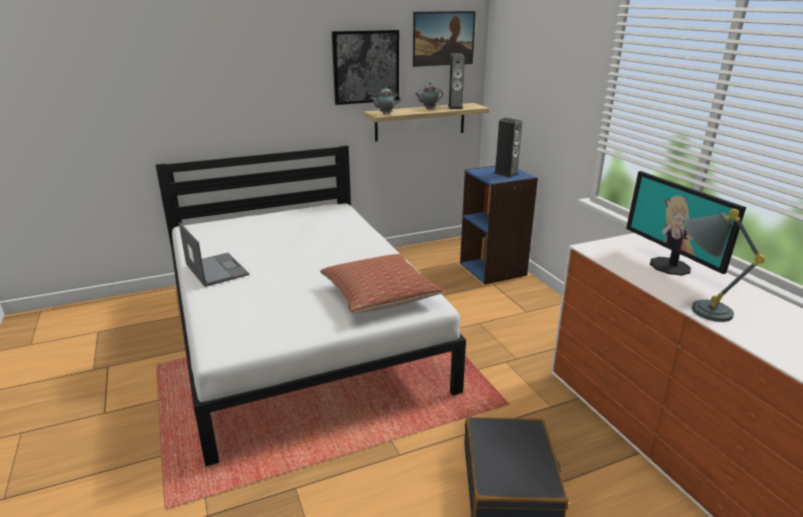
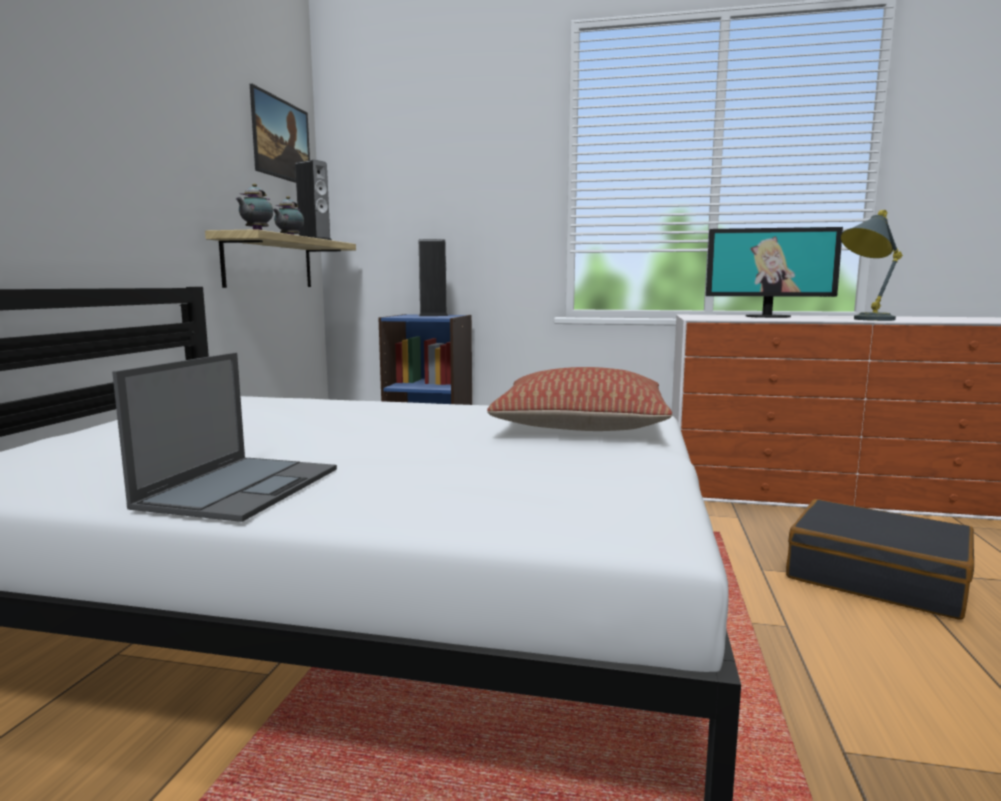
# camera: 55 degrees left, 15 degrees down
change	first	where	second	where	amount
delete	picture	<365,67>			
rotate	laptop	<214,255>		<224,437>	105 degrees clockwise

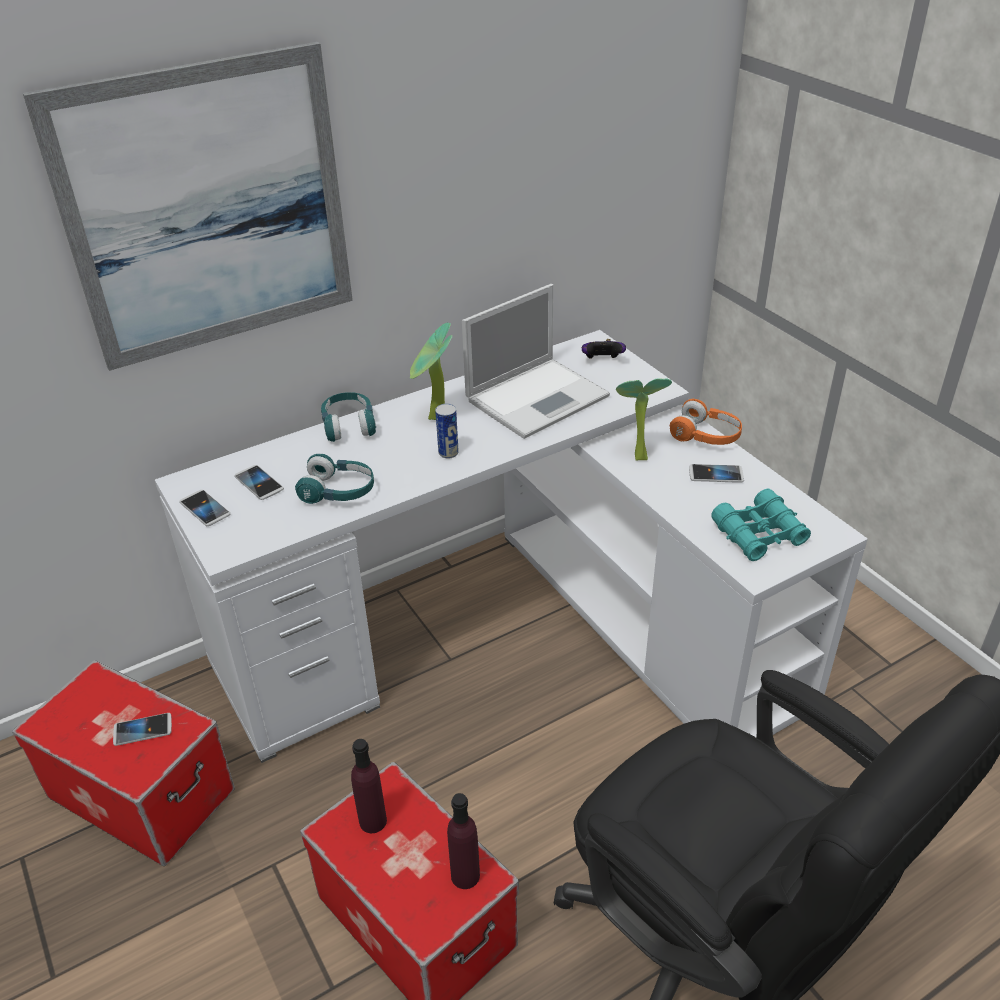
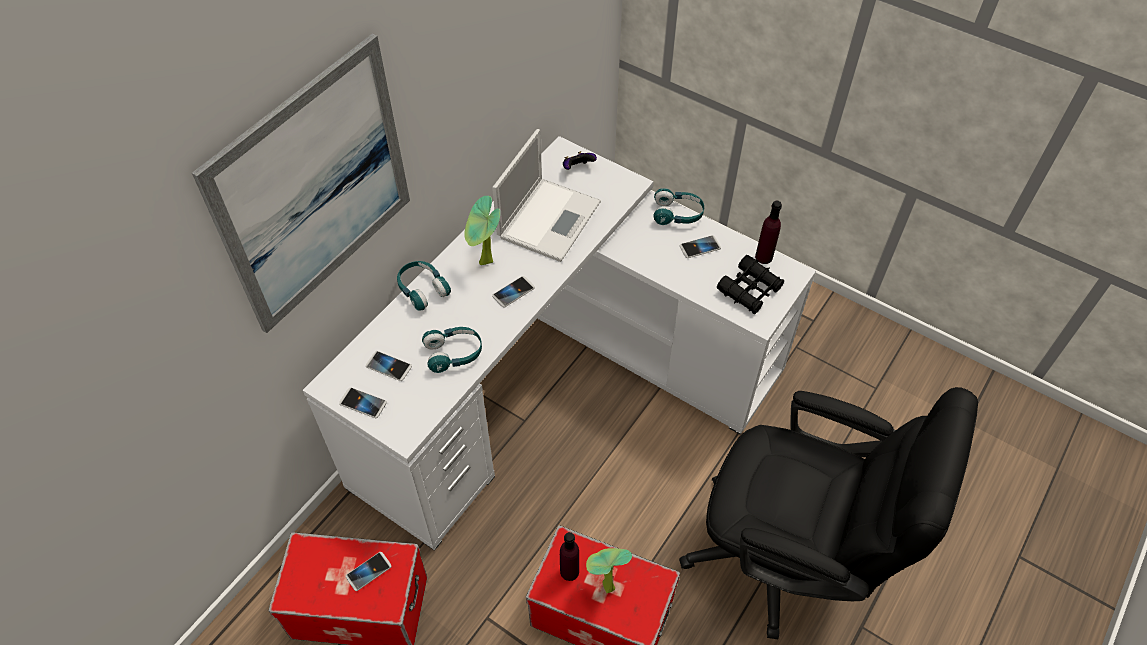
# camera: 25 degrees left, 15 degrees up
change	first	where	second	where	amount
move	potted plant	<644,419>		<609,570>	
recolor	orange headphones	<706,422>	turquoise headphones	<678,206>	
replace	can	<447,431>	phone	<513,292>	
recolor	turquoise binoculars	<761,525>	black binoculars	<750,284>	
move	purple bottle	<463,841>		<768,232>	

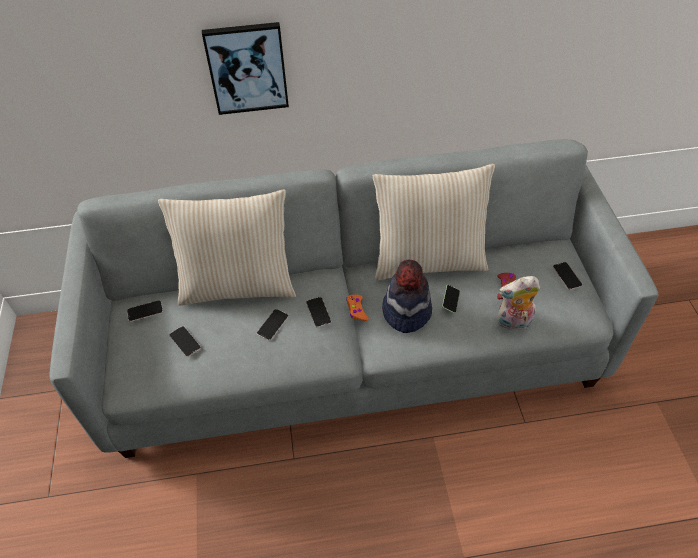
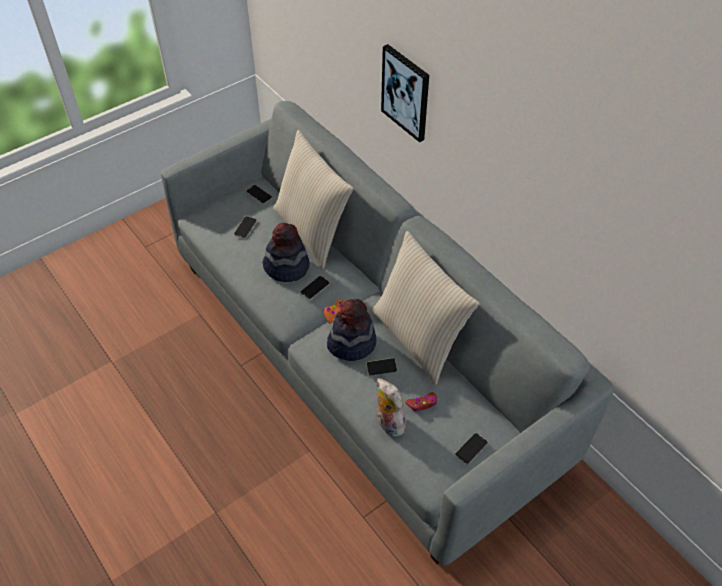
# camera: 60 degrees right, 0 degrees up
change	first	where	second	where	amount
replace	phone	<272,324>	hat	<285,252>	

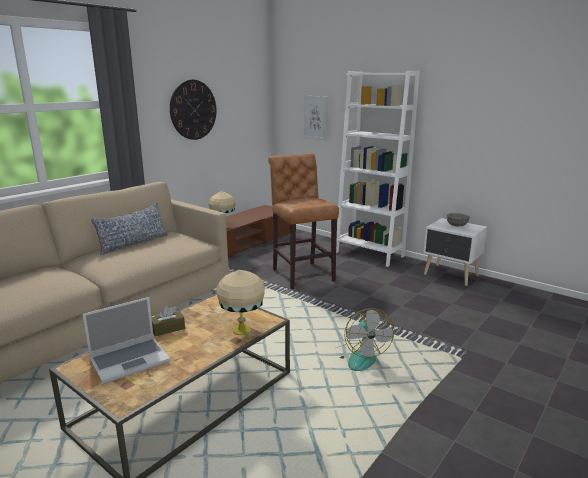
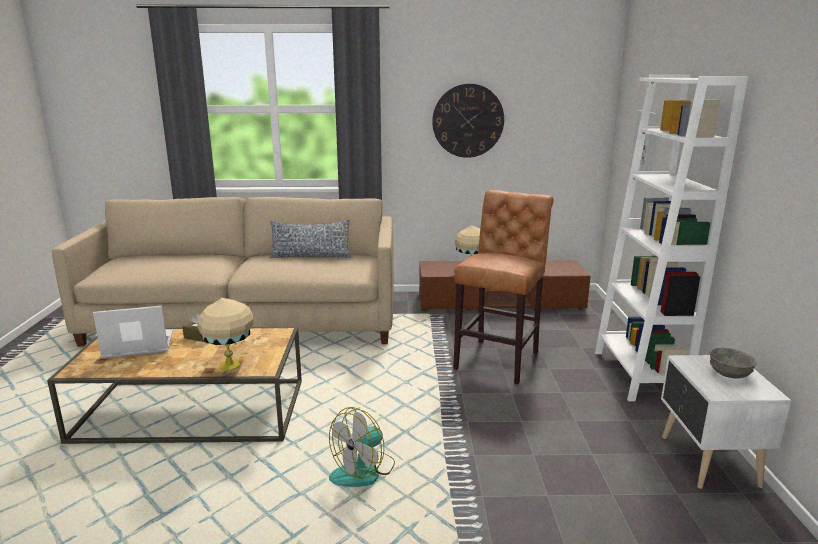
# camera: 50 degrees right, 0 degrees up
change	first	where	second	where	amount
rotate	laptop	<126,340>		<133,332>	150 degrees clockwise

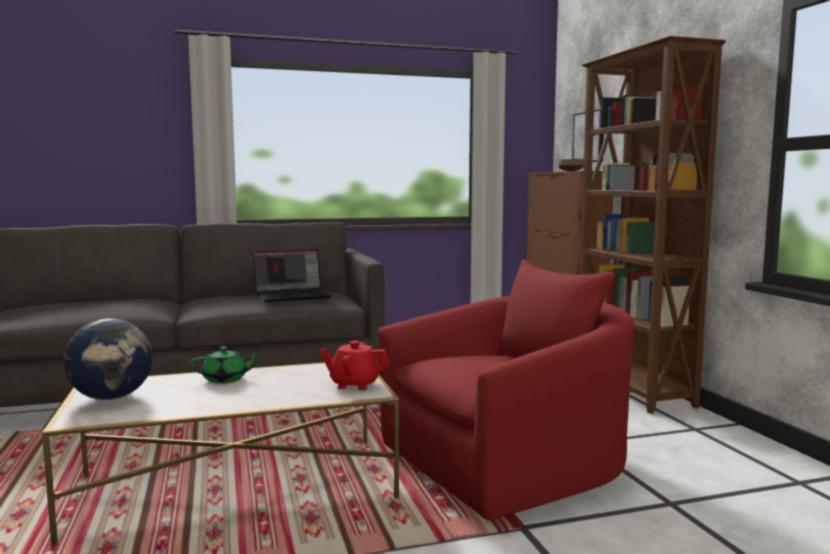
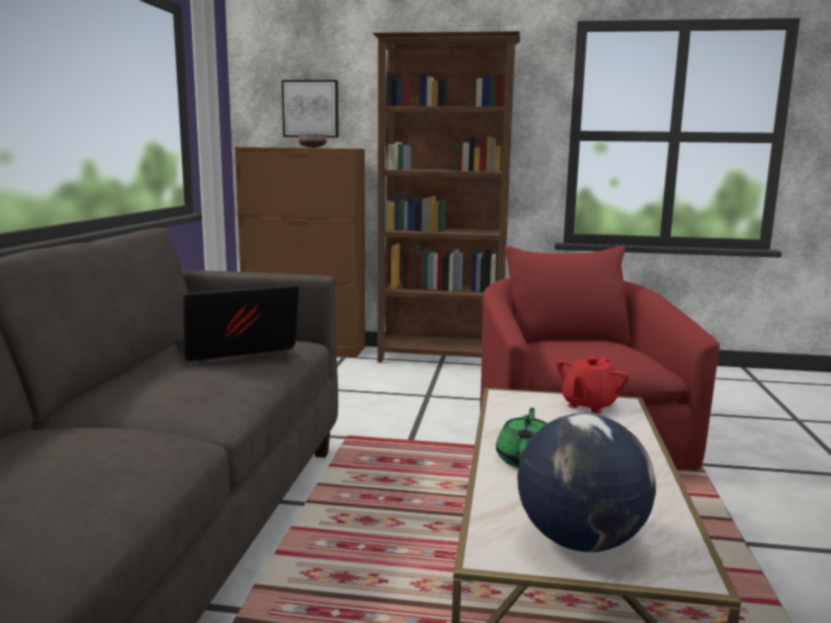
# camera: 65 degrees left, 5 degrees up
change	first	where	second	where	amount
rotate	laptop	<292,275>		<236,323>	120 degrees counterclockwise

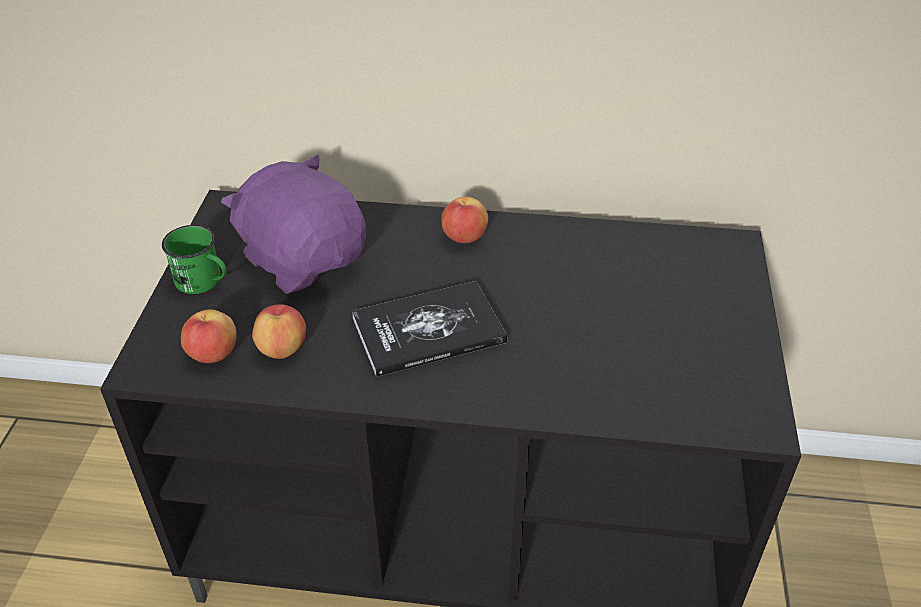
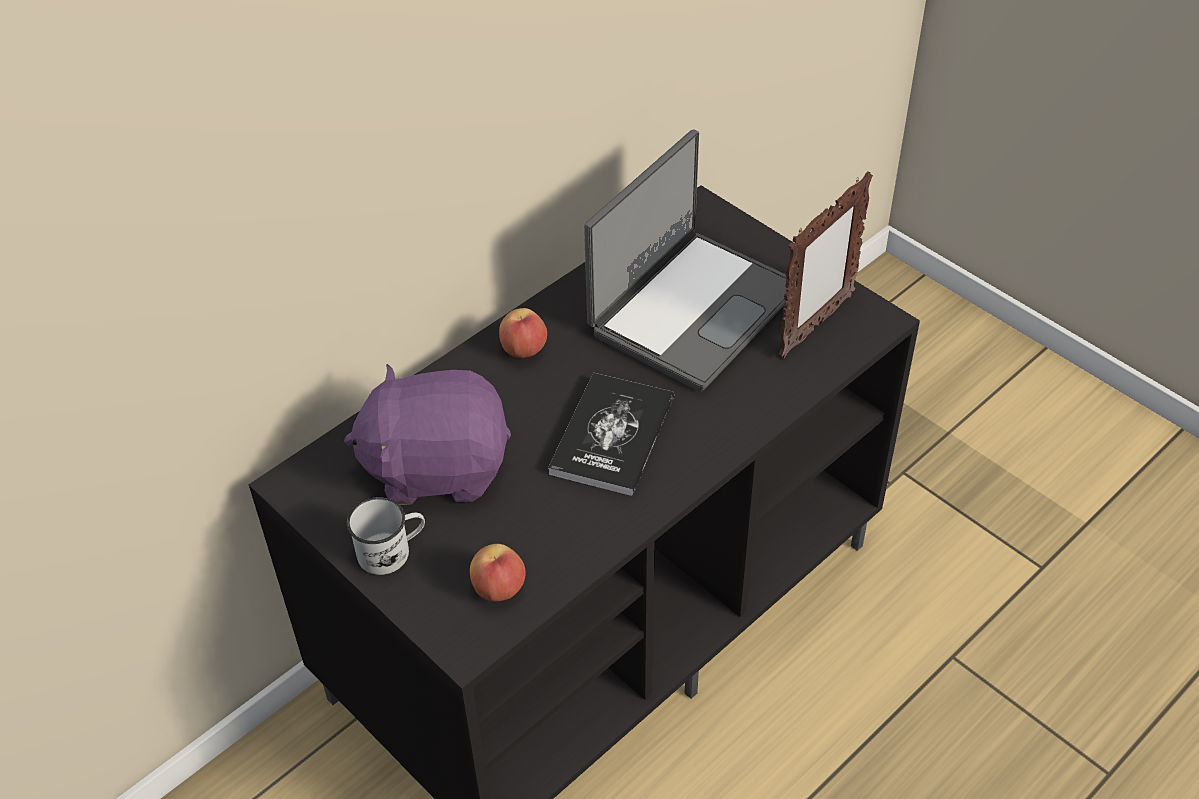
# camera: 50 degrees left, 5 degrees up
change	first	where	second	where	amount
recolor	green mug	<194,259>	white mug	<386,536>	
delete	apple	<279,331>			
insert			laptop	<685,261>	
insert			picture frame	<826,264>	

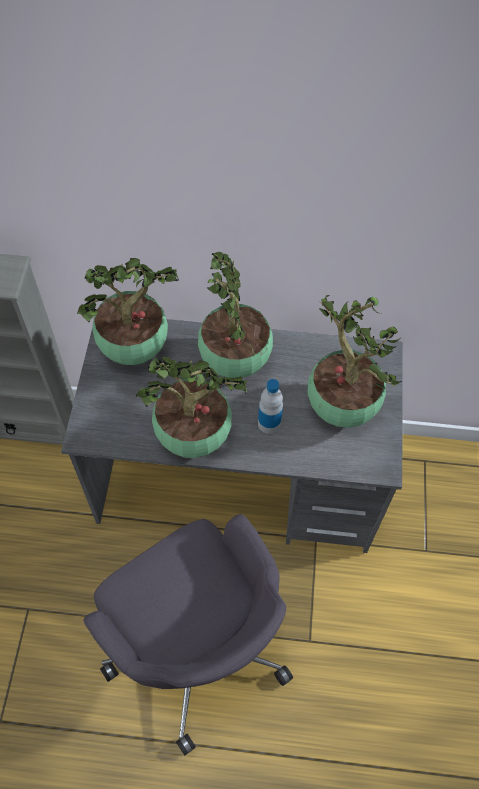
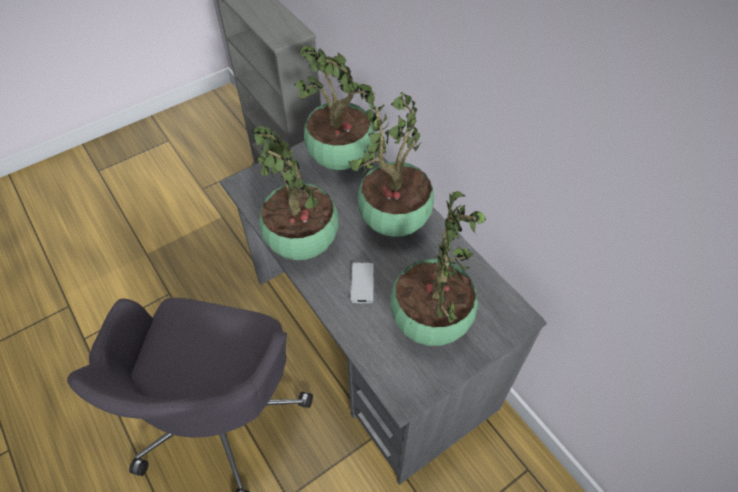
# camera: 50 degrees right, 5 degrees down
change	first	where	second	where	amount
replace	bottle	<270,406>	phone	<362,282>	

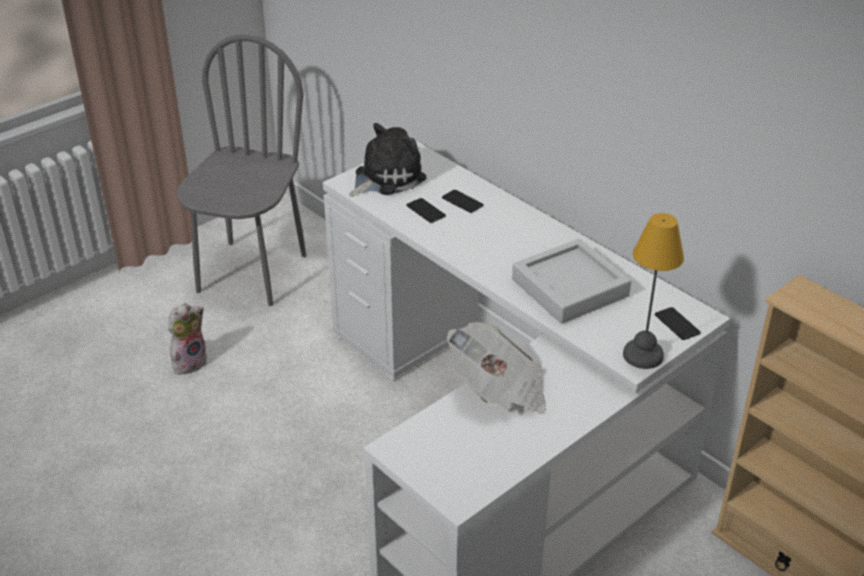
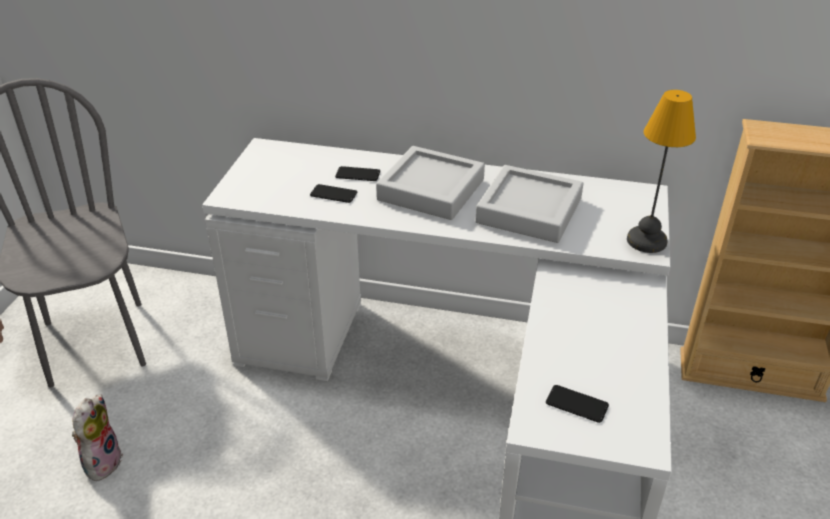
# camera: 35 degrees left, 0 degrees up
change	first	where	second	where	amount
delete	plush toy	<388,160>			
move	phone	<678,323>		<577,404>	
delete	newspaper	<497,367>			
insert			grey tray	<430,183>	

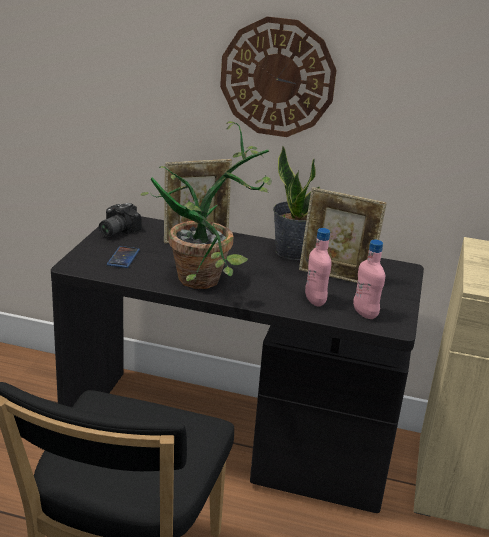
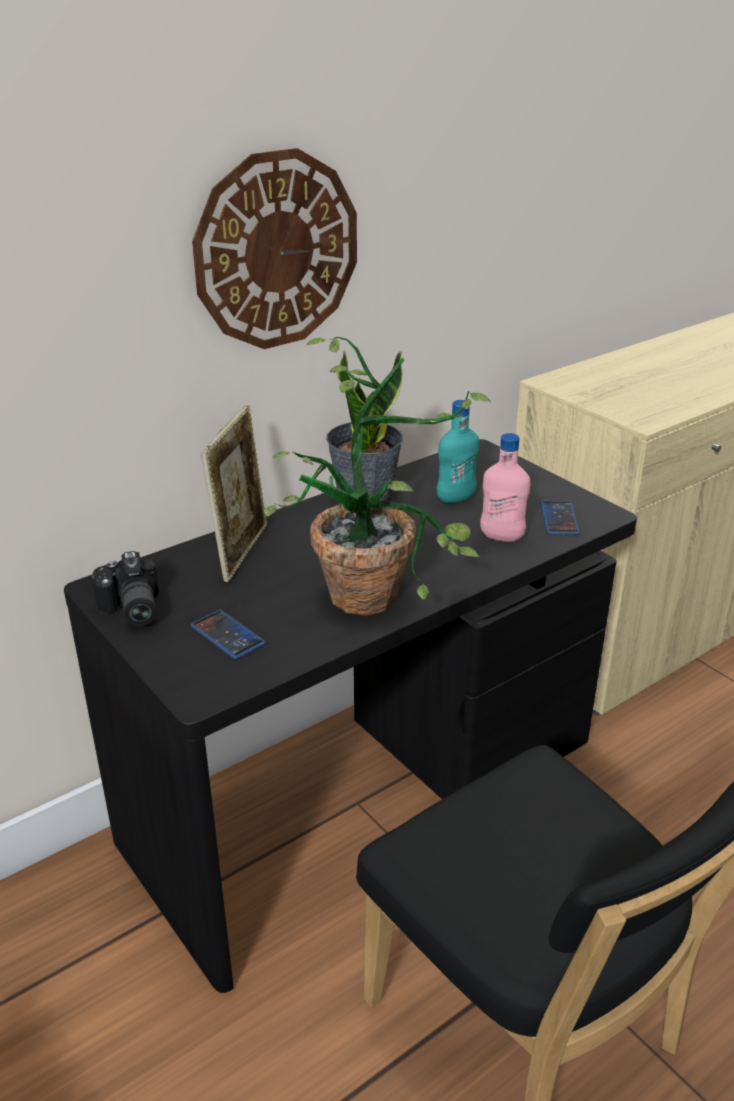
# camera: 50 degrees left, 5 degrees up
change	first	where	second	where	amount
replace	picture frame	<343,235>	turquoise bottle	<458,451>	
replace	pink bottle	<369,279>	phone	<560,518>	

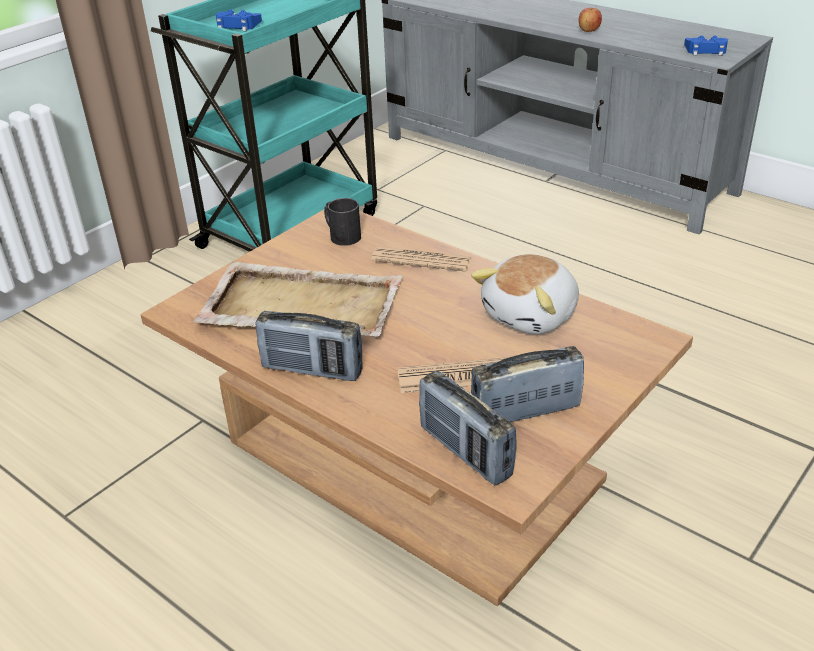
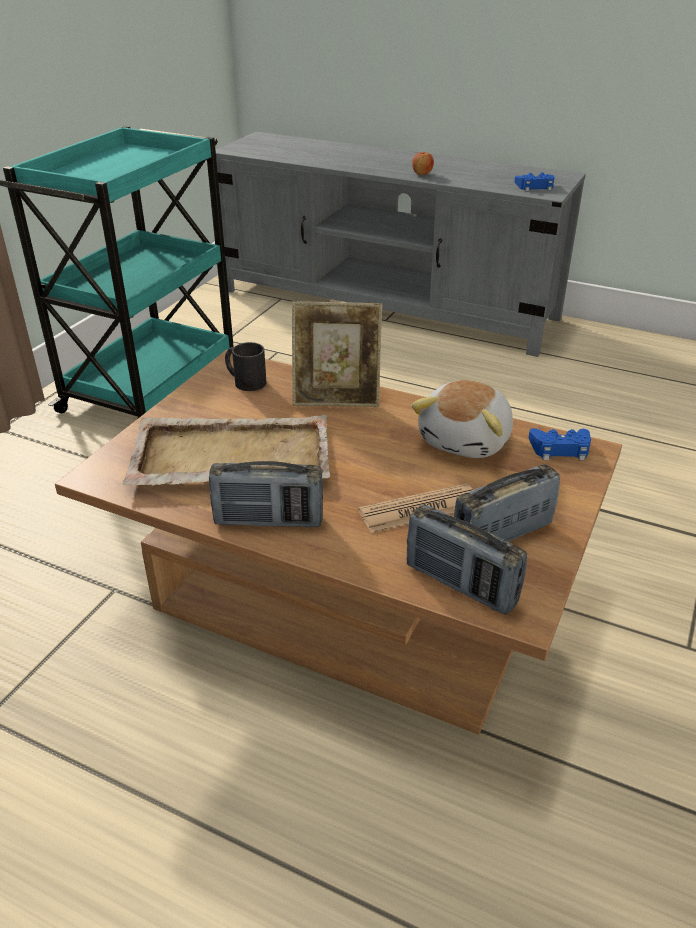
# camera: 15 degrees left, 0 degrees up
change	first	where	second	where	amount
move	blue game controller	<239,20>		<559,444>	
replace	newspaper	<421,259>	picture frame	<337,354>	

